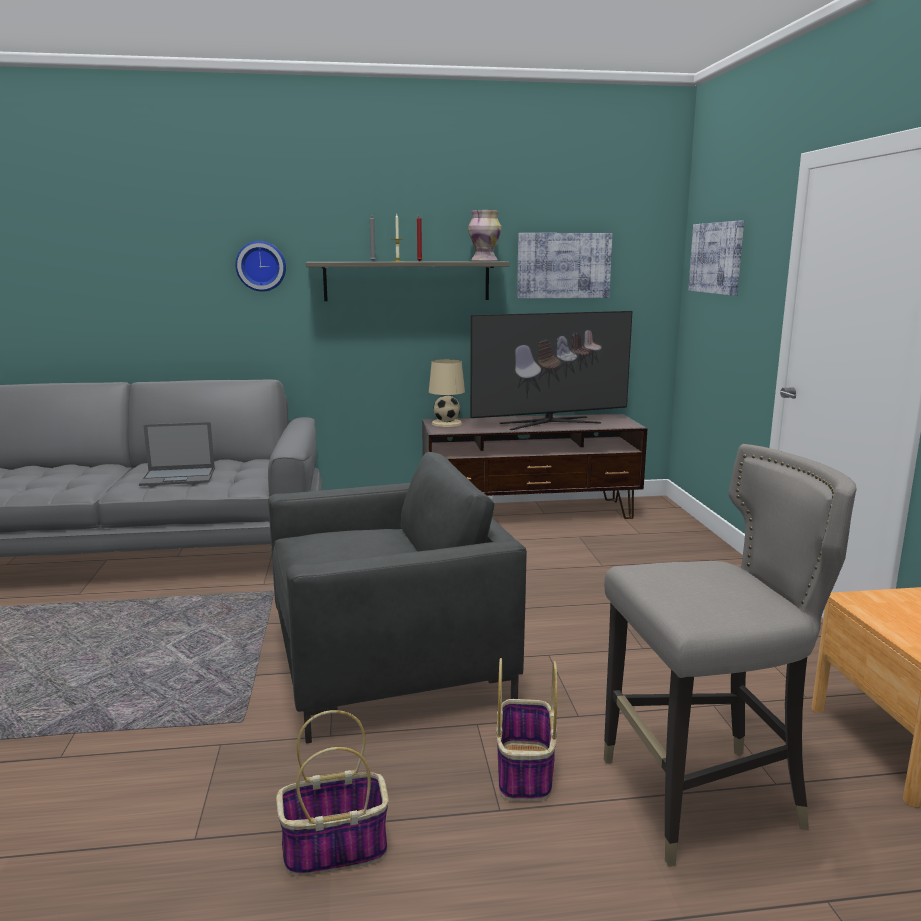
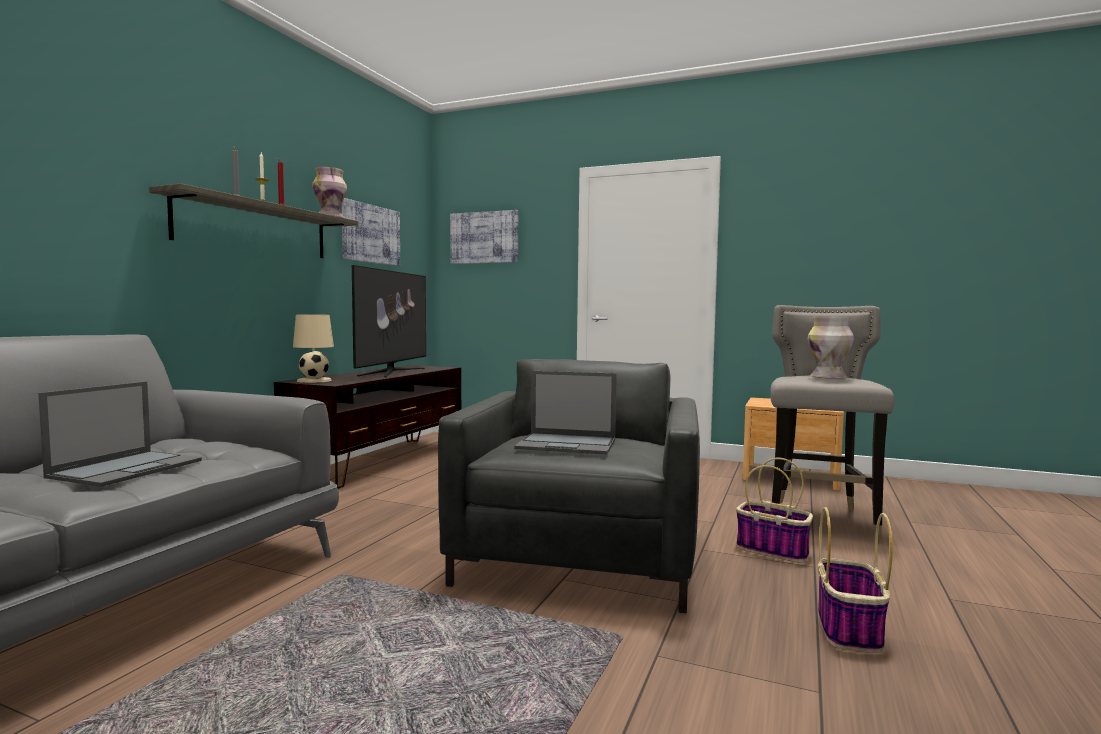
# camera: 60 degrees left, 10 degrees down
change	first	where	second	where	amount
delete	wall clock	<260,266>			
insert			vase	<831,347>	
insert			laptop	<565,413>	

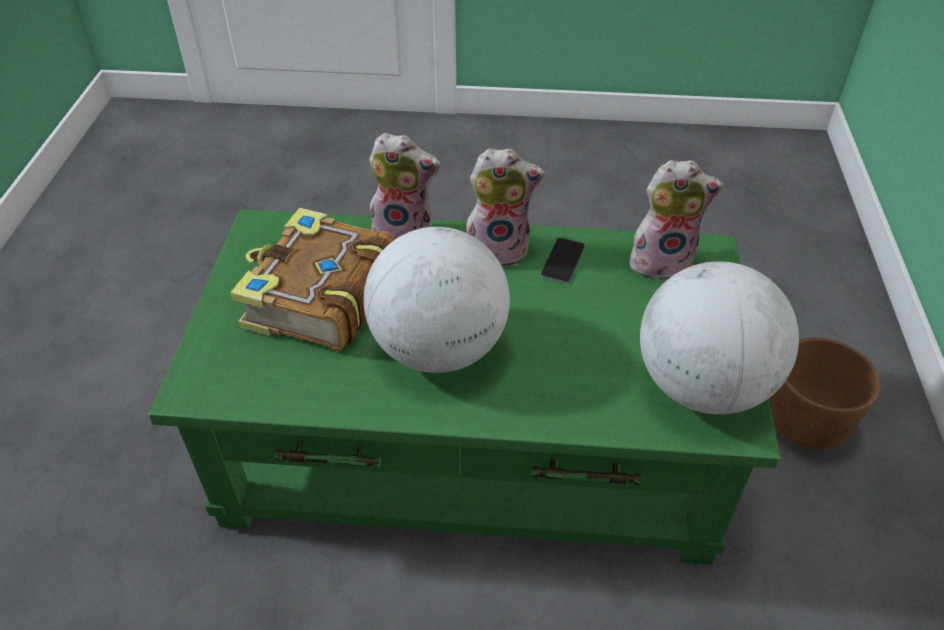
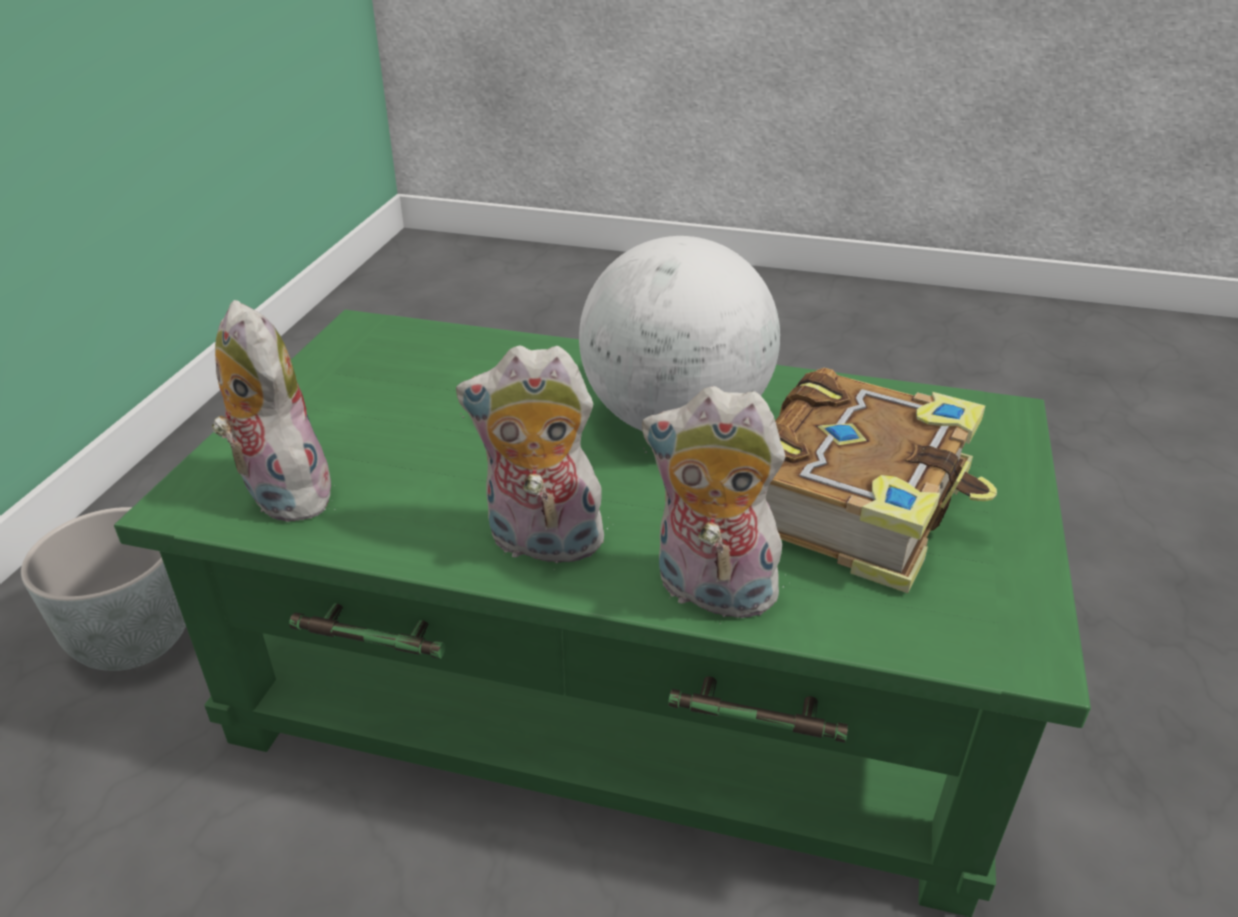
# camera: 170 degrees left, 10 degrees down
change	first	where	second	where	amount
rotate	plush toy	<676,220>		<273,411>	45 degrees clockwise
delete	phone	<563,260>			
delete	globe	<719,337>			
recolor	brown planter	<825,394>	grey planter	<103,589>	

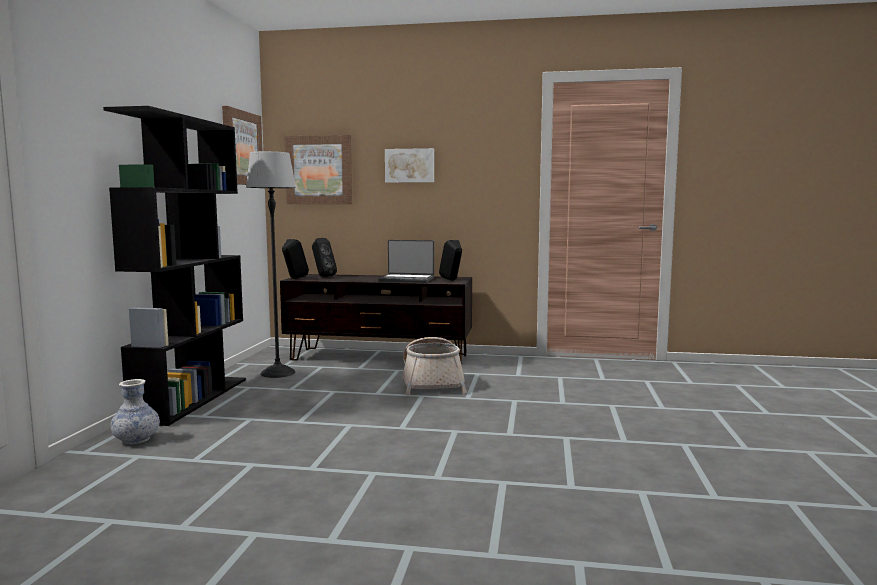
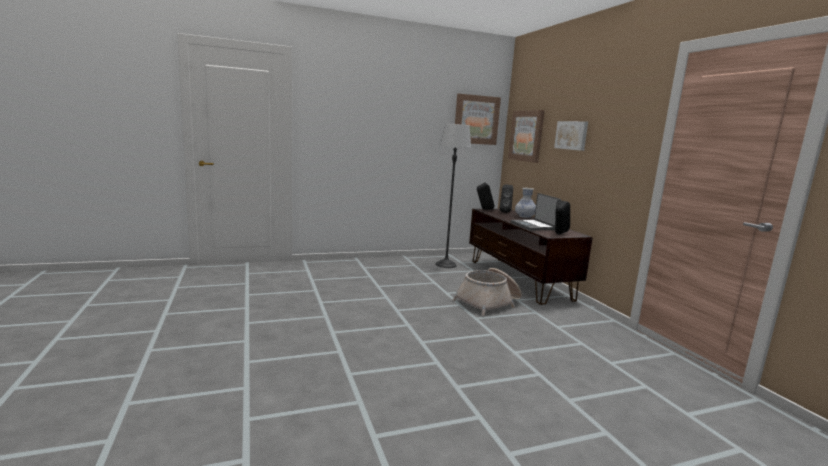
# camera: 60 degrees right, 5 degrees up
change	first	where	second	where	amount
delete	black bookcase	<174,266>			
move	vase	<135,411>		<525,203>	

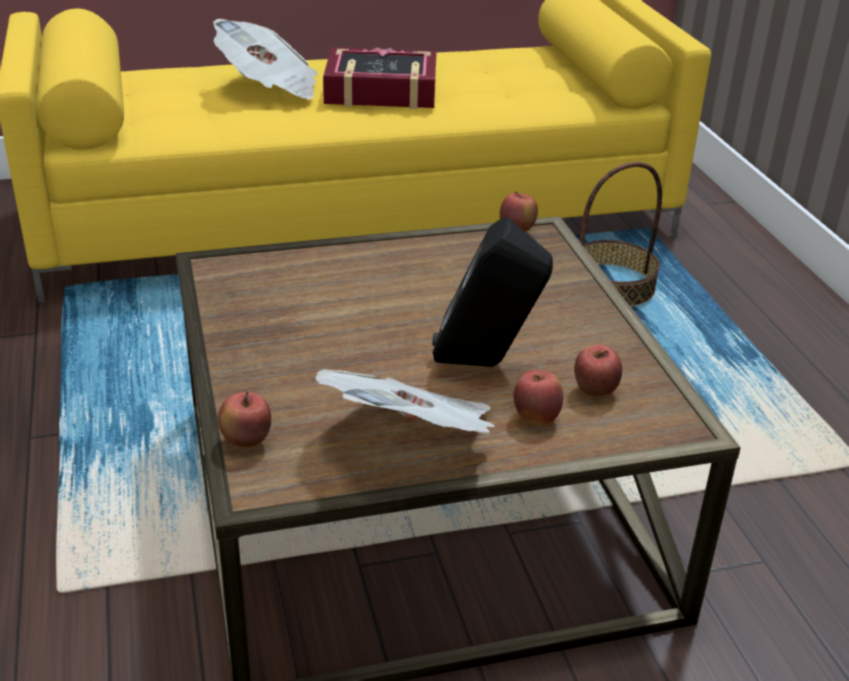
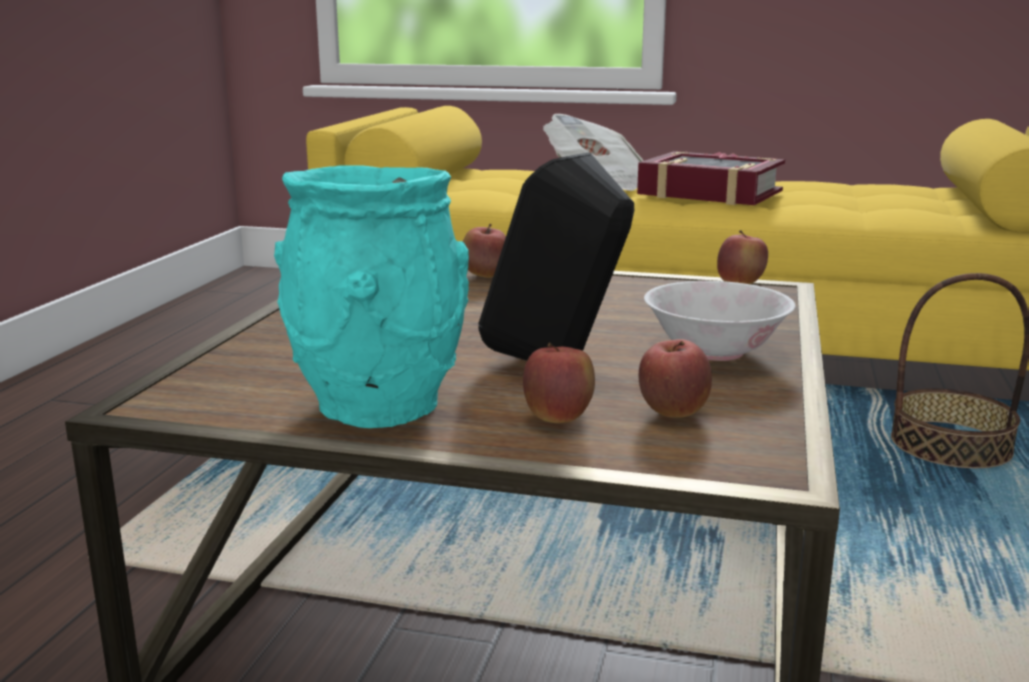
# camera: 30 degrees right, 15 degrees down
change	first	where	second	where	amount
replace	newspaper	<405,402>	turquoise vase	<371,296>	
move	apple	<244,419>		<484,251>	
insert			white bowl	<720,321>	

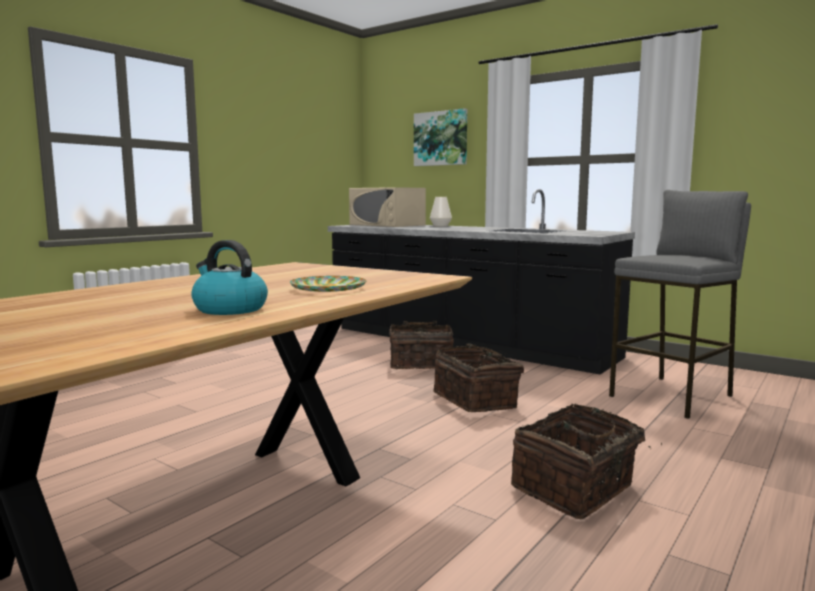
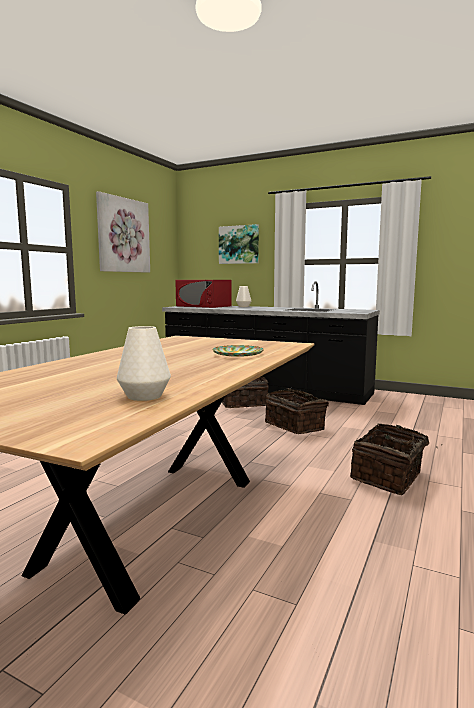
# camera: 10 degrees left, 0 degrees up
change	first	where	second	where	amount
recolor	beige microwave	<387,207>	red microwave	<203,294>	
delete	grey stool	<680,304>			
delete	kettle	<229,277>			
insert			picture	<123,232>	
insert			white vase	<144,363>	

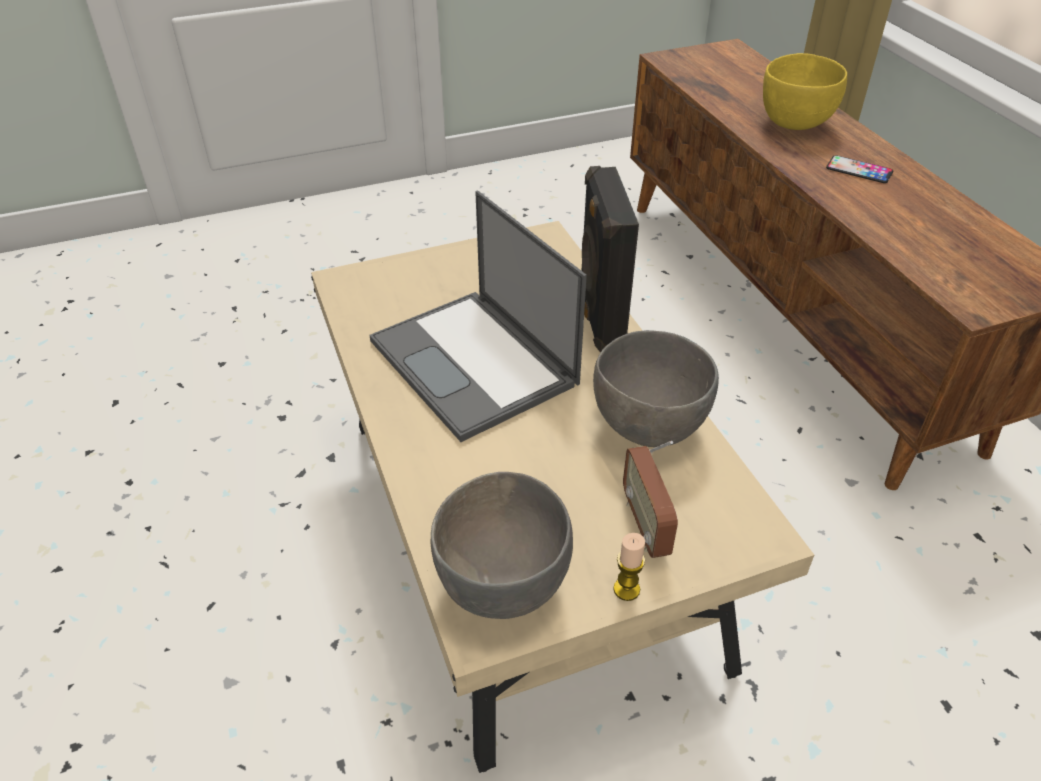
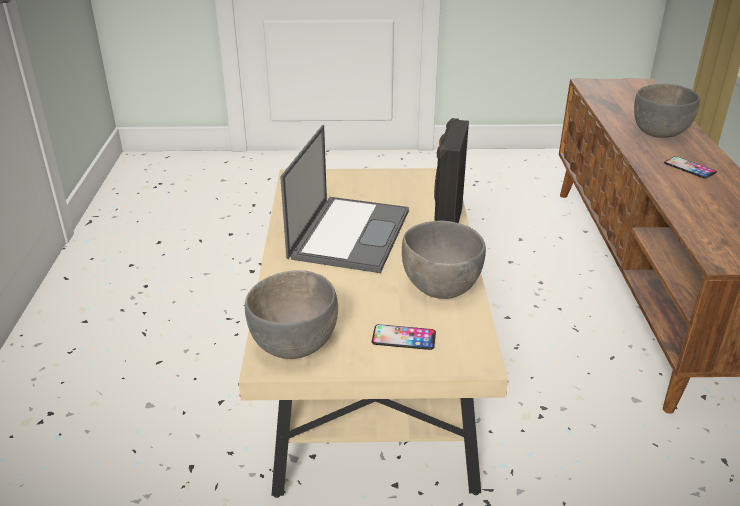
# camera: 20 degrees right, 10 degrees down
change	first	where	second	where	amount
recolor	yellow bowl	<805,91>	grey bowl	<667,111>	
rotate	laptop	<478,316>		<344,199>	150 degrees counterclockwise
replace	radio	<650,499>	phone	<404,337>	
delete	candle	<629,567>			

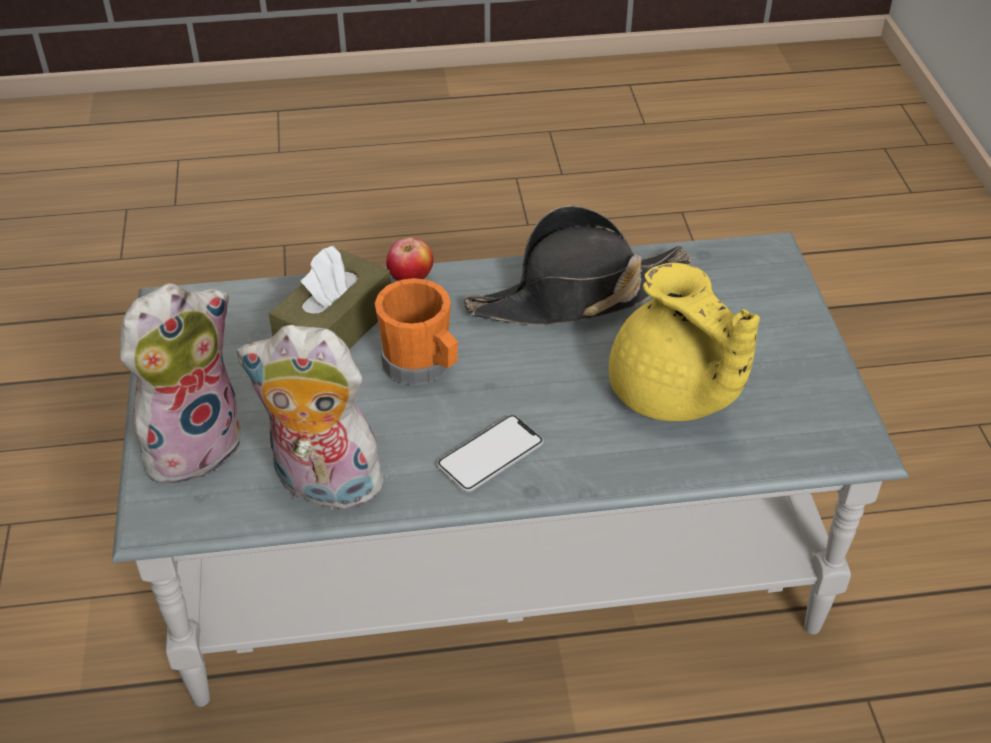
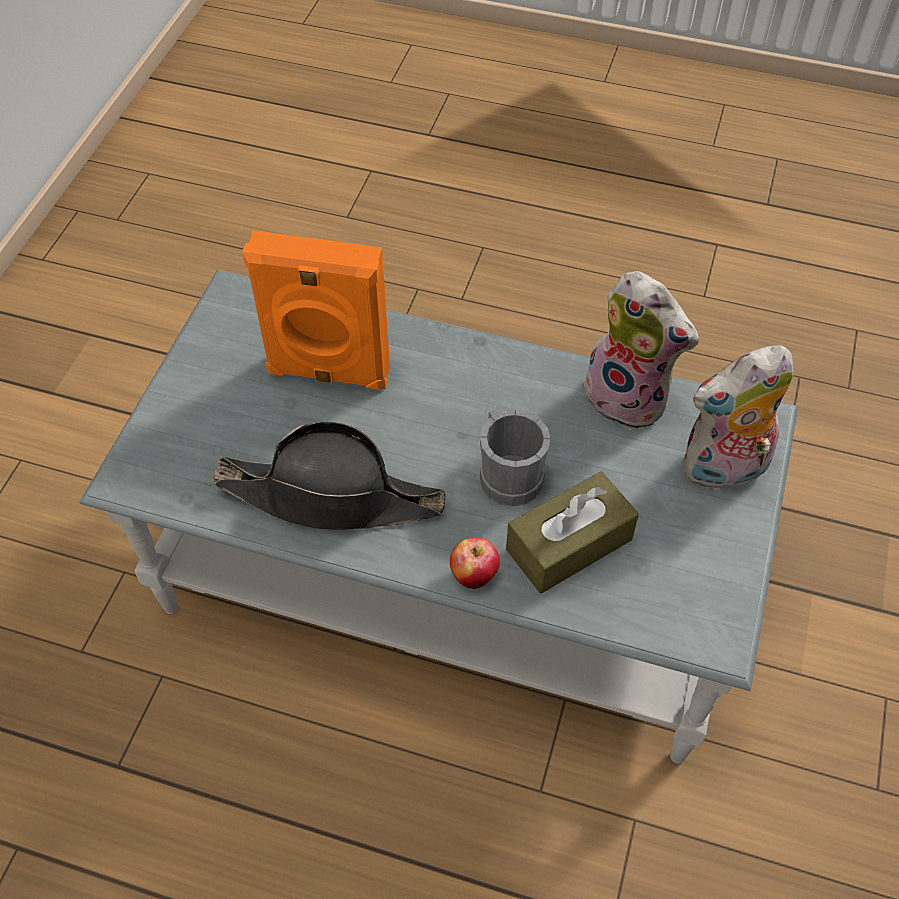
# camera: 155 degrees left, 10 degrees up
change	first	where	second	where	amount
replace	yellow teapot	<684,342>	orange speaker	<316,310>	
recolor	orange mug	<416,331>	grey mug	<515,458>	
delete	phone	<490,453>			

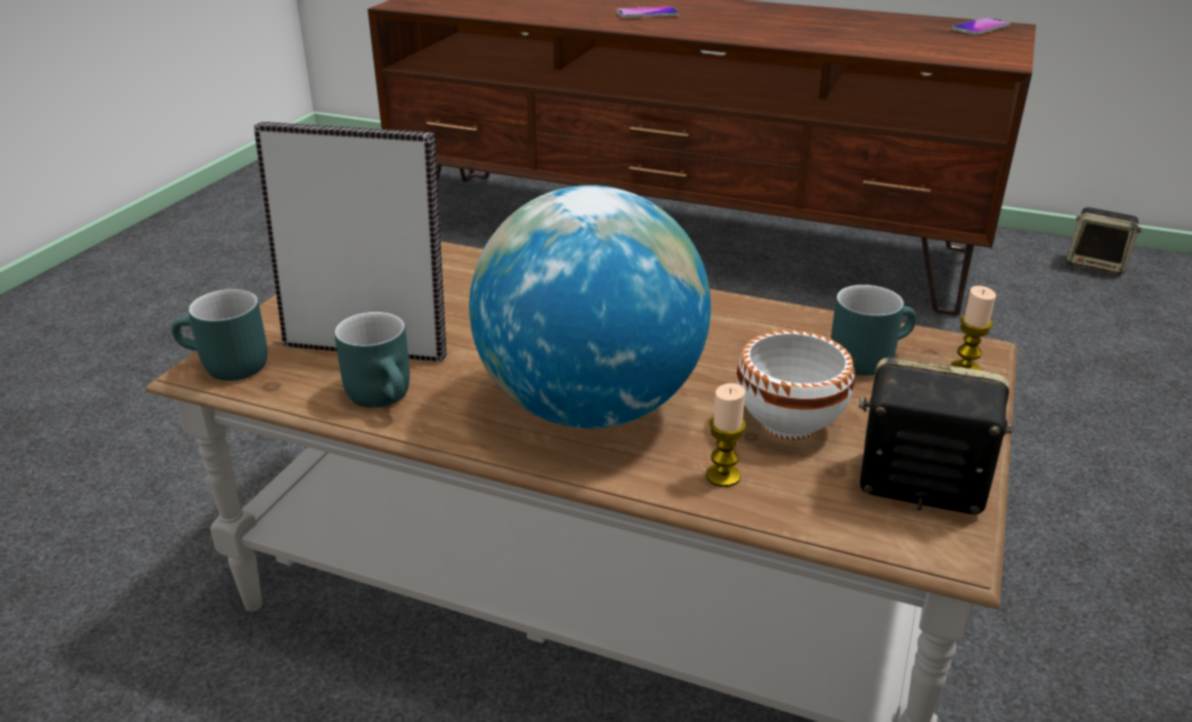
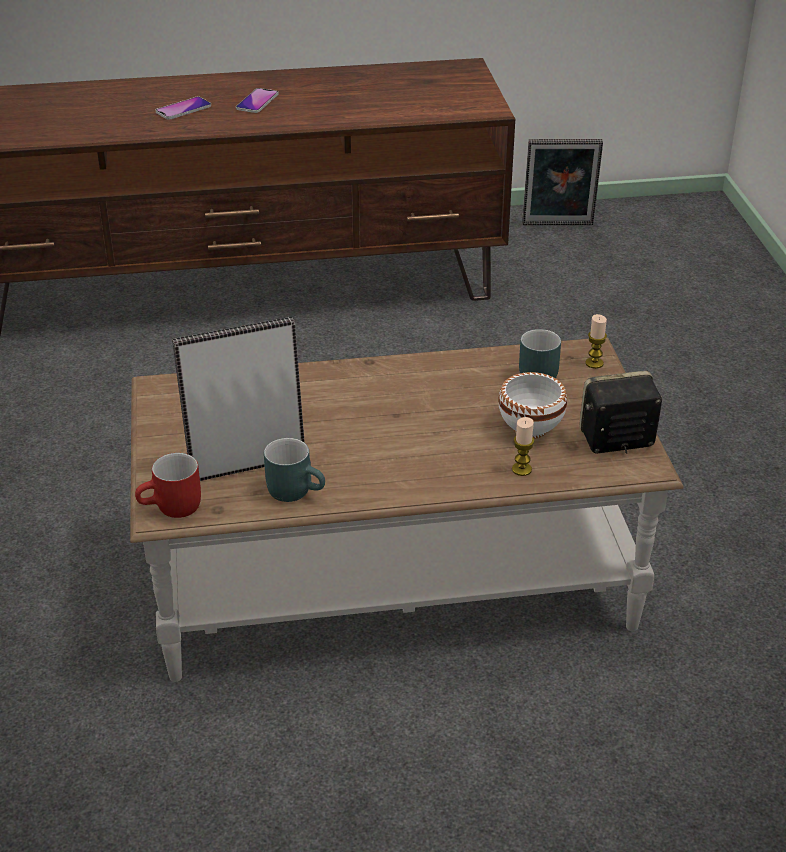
# camera: 30 degrees left, 5 degrees up
change	first	where	second	where	amount
move	phone	<981,26>		<257,100>	
delete	globe	<590,307>			
replace	speaker	<1105,241>	picture frame	<562,182>	
recolor	turquoise mug	<219,335>	red mug	<168,485>	

